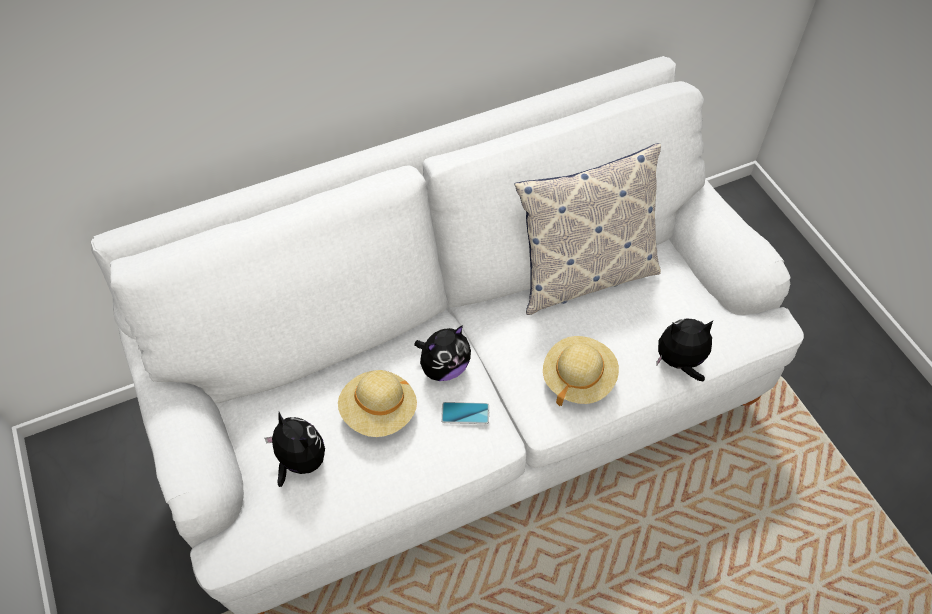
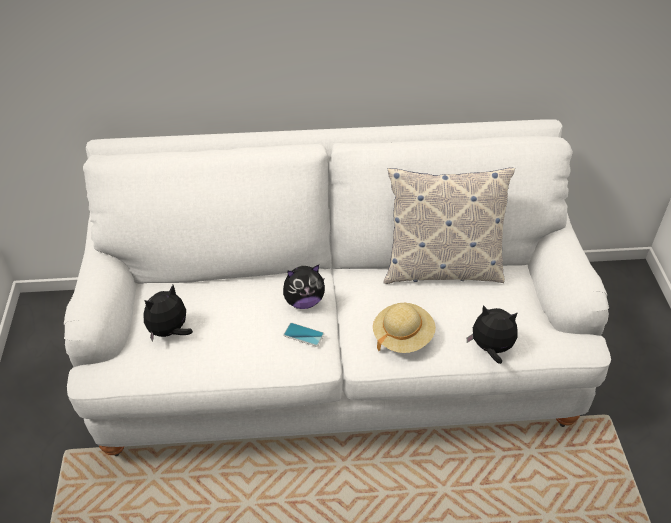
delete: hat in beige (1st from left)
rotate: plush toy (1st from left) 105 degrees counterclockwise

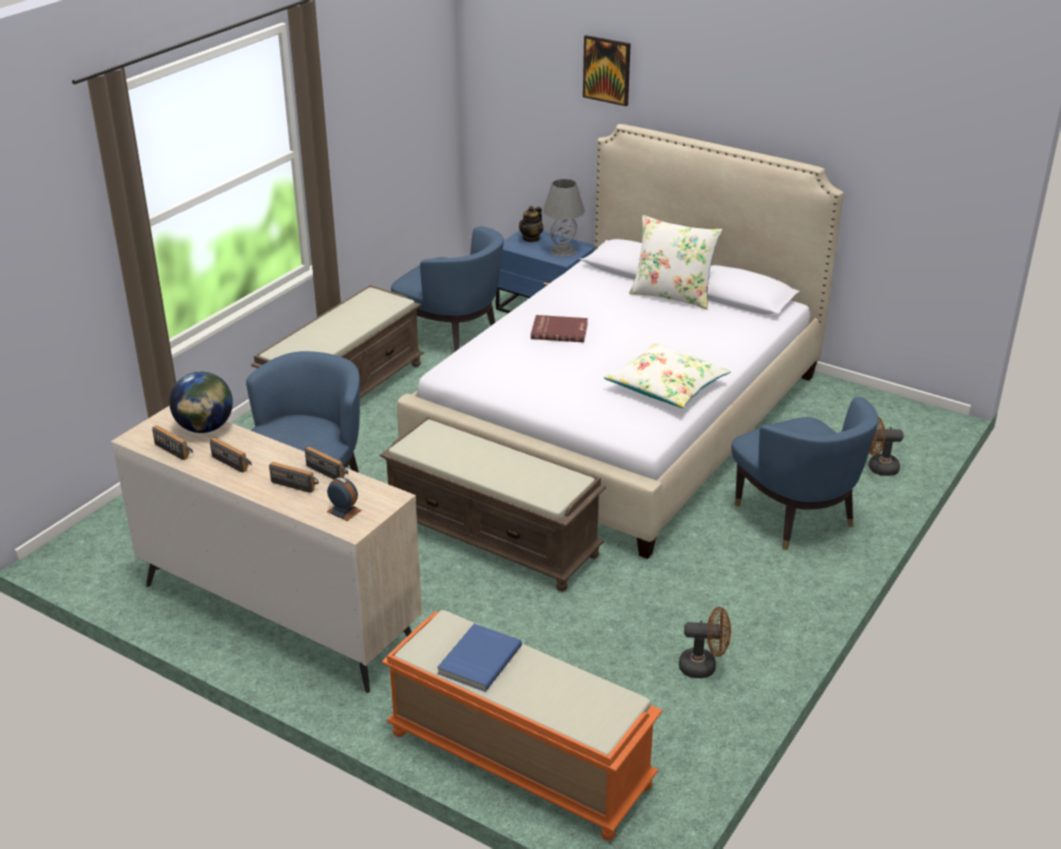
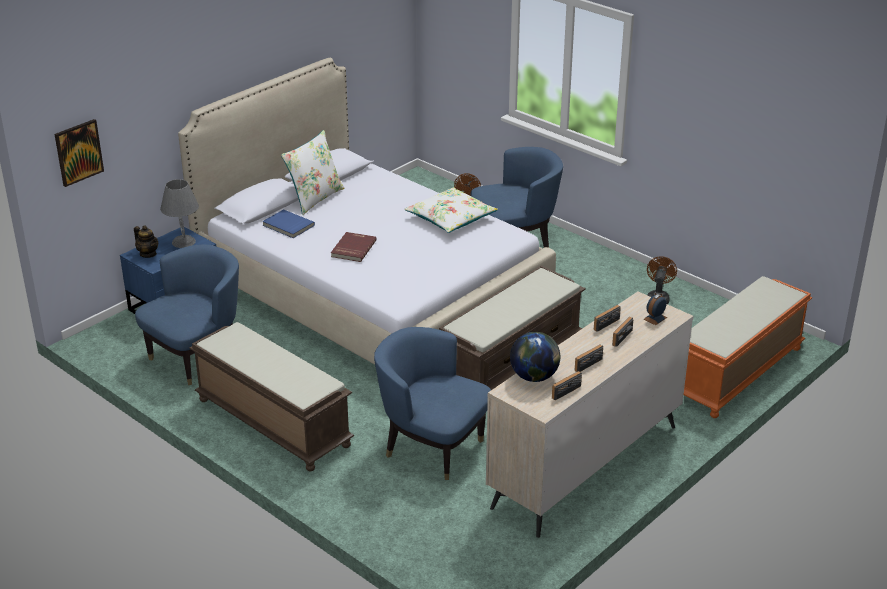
move: book in blue; picture

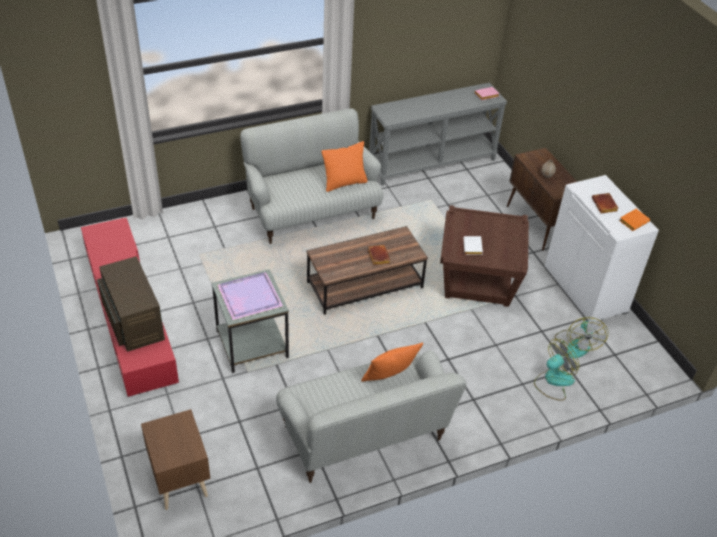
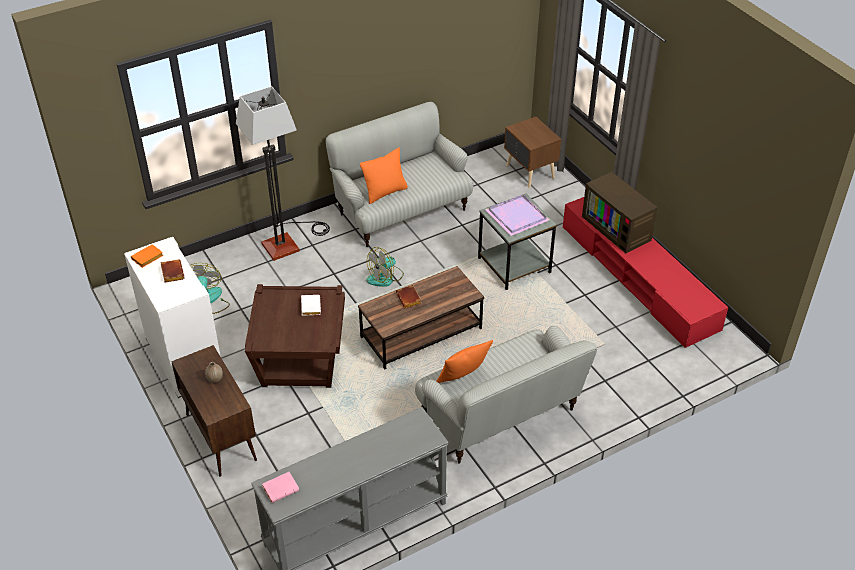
insert: floor lamp
move: fan (1st from left in the first image) to fan (2nd from left)

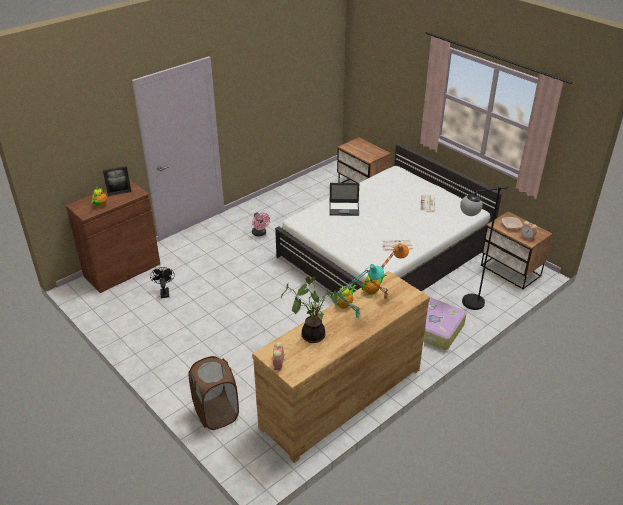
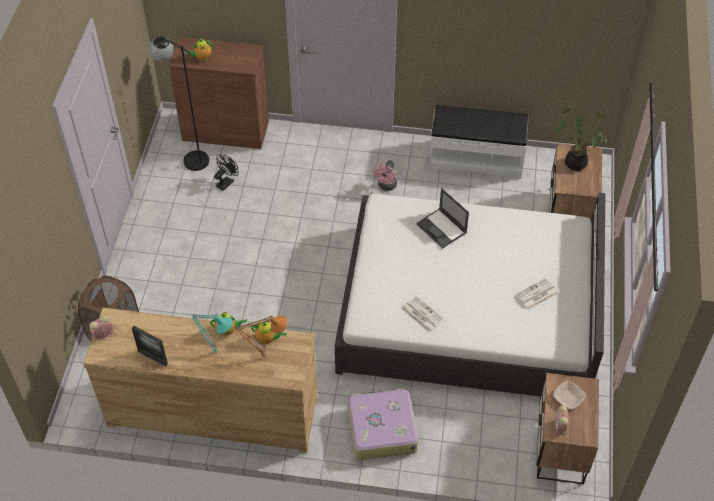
insert: bench in white
move: picture frame; potted plant; floor lamp in black

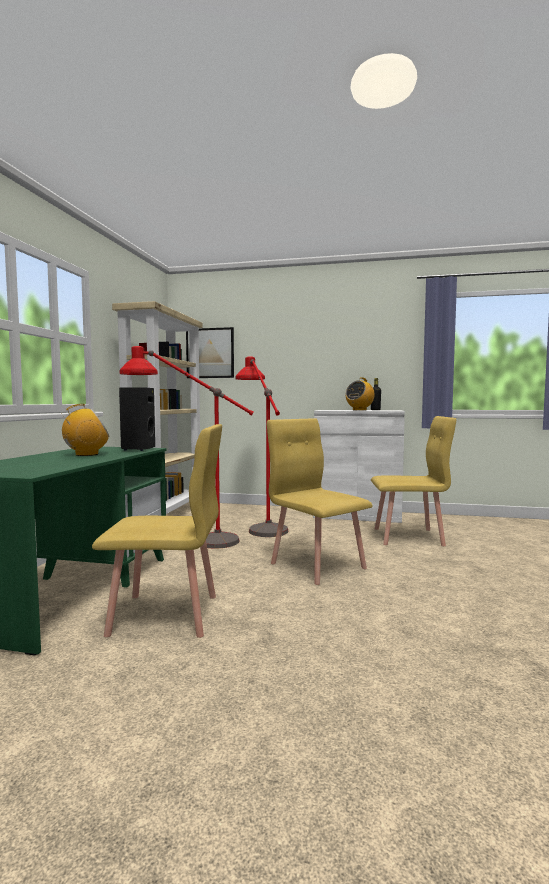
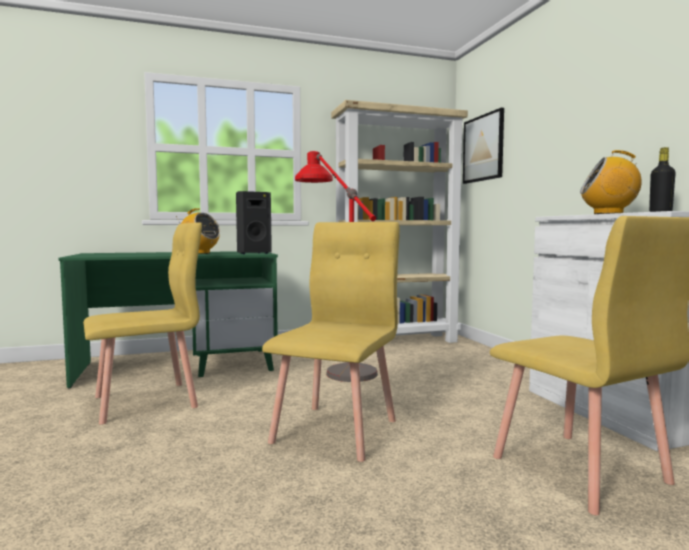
delete: floor lamp in red (2nd from left)
rotate: chair in yellow (1st from left) 90 degrees counterclockwise

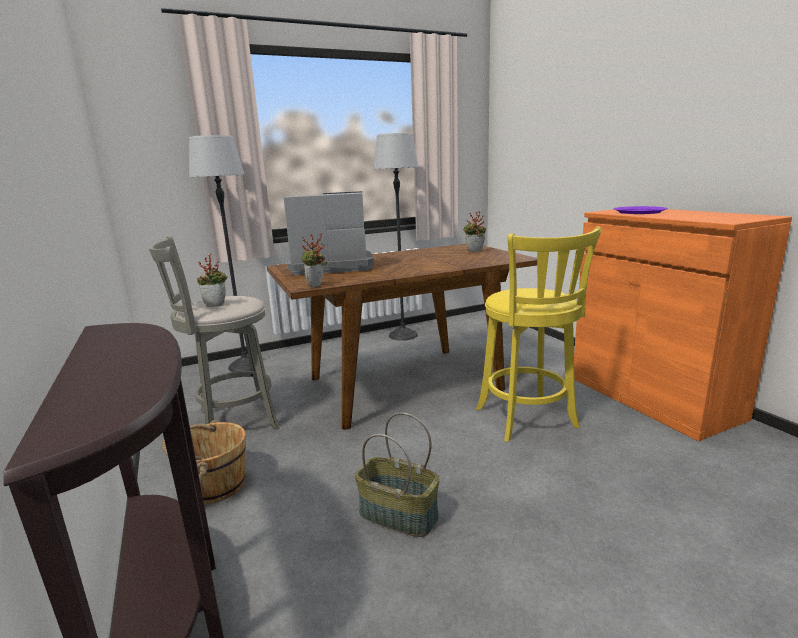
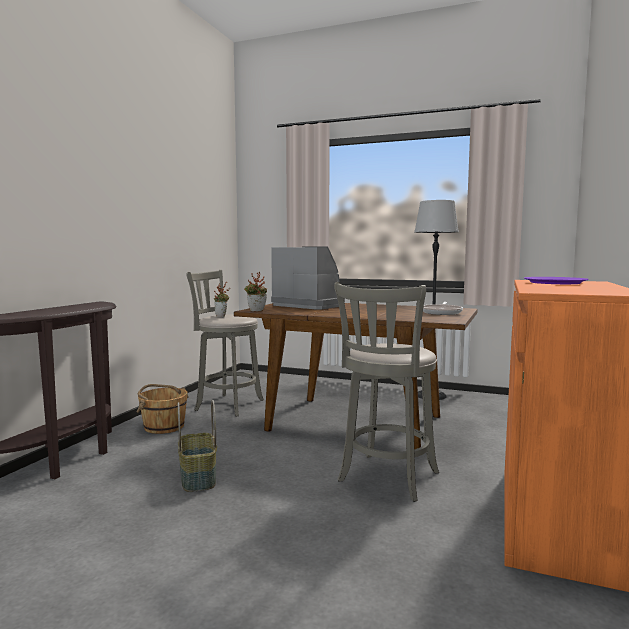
delete: floor lamp (1st from left)
replace: potted plant (3rd from left) to frying pan
recolor: stool in yellow to stool in grey (2nd from left)

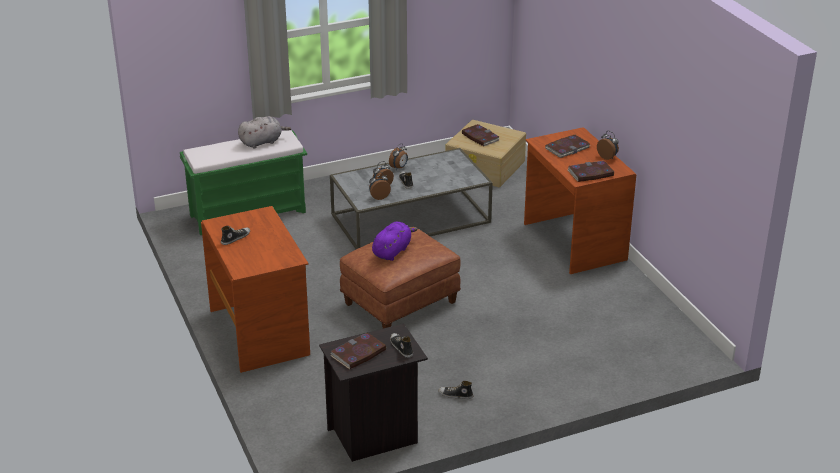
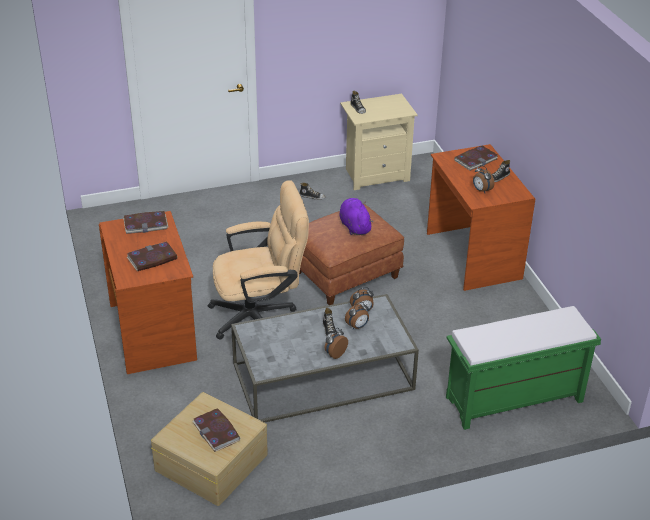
delete: plush toy in grey
insert: office chair in beige
move: book (1st from left in the first image) to book (4th from left); alarm clock (4th from left)
recolor: nightstand in black to nightstand in beige
rotate: plush toy in purple 120 degrees clockwise

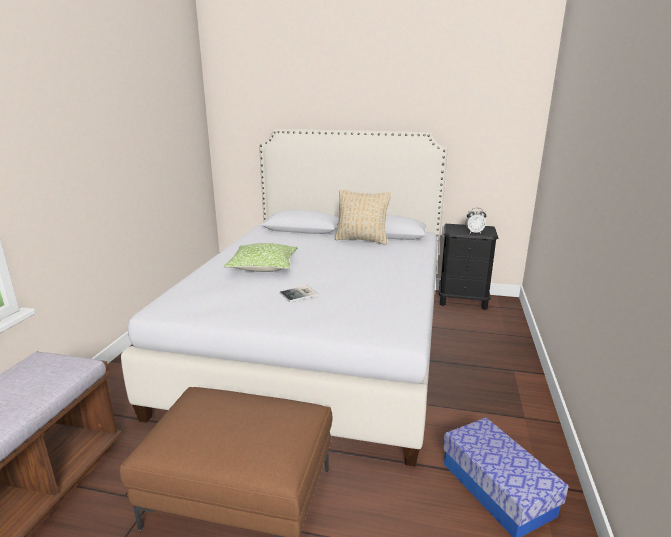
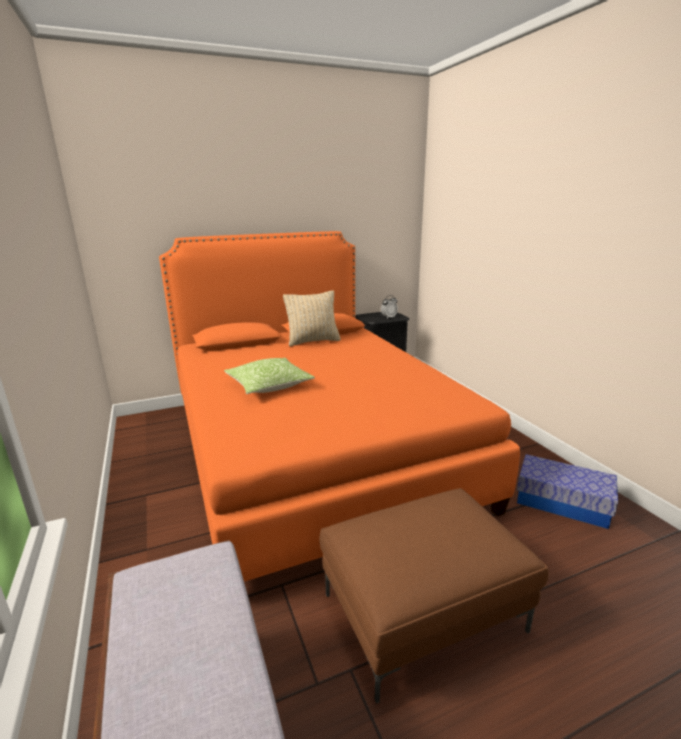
delete: book
recolor: bed in white to bed in orange

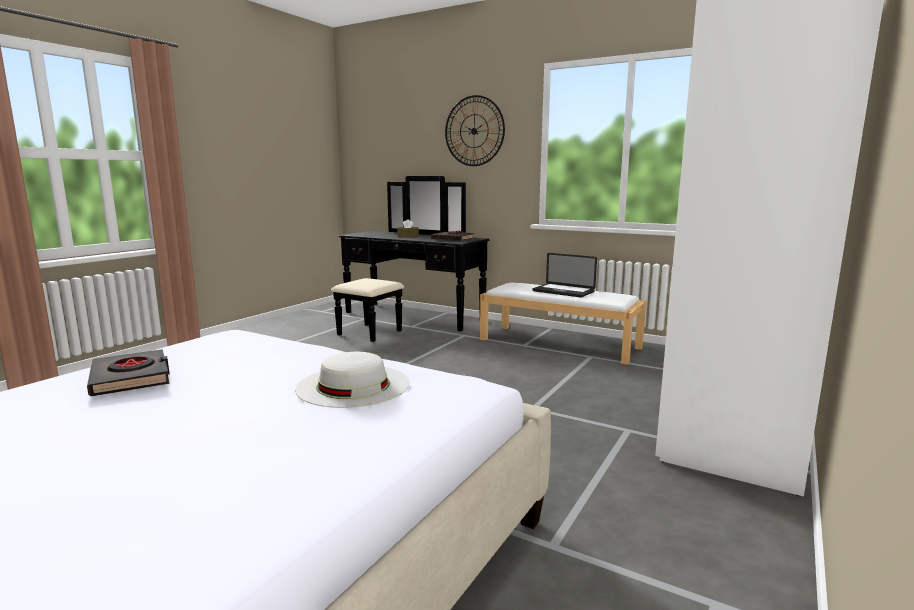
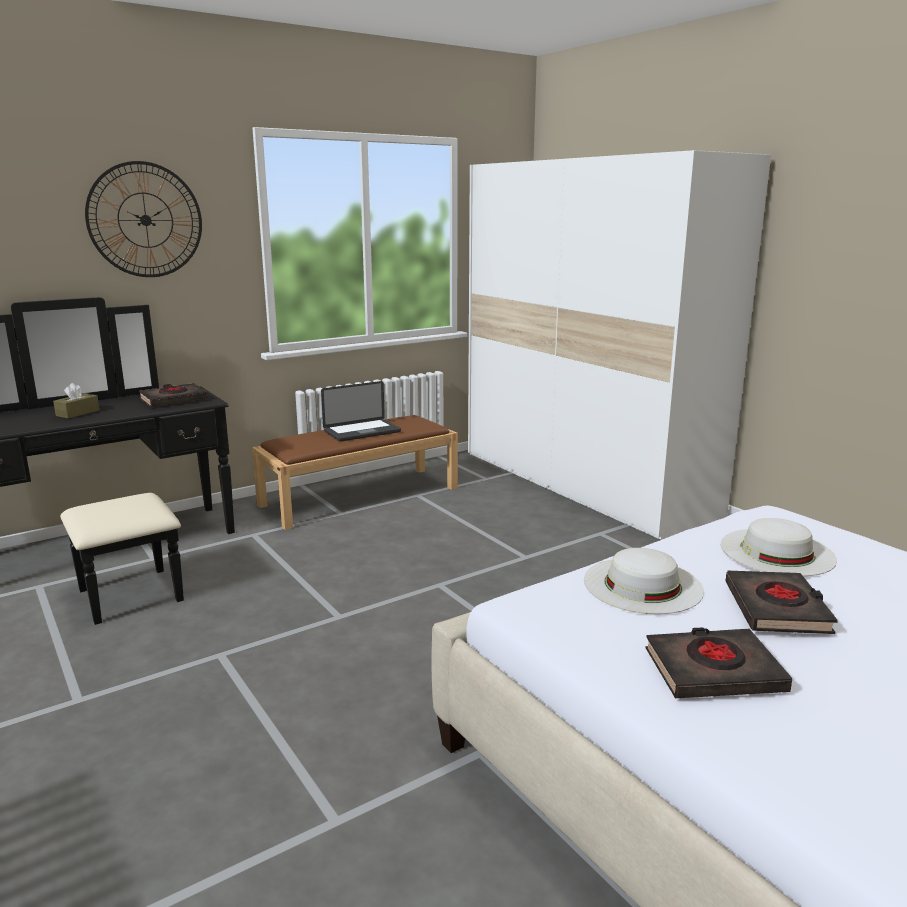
insert: hat in white (1st from left); book in black (3rd from left)
recolor: bench in white to bench in brown

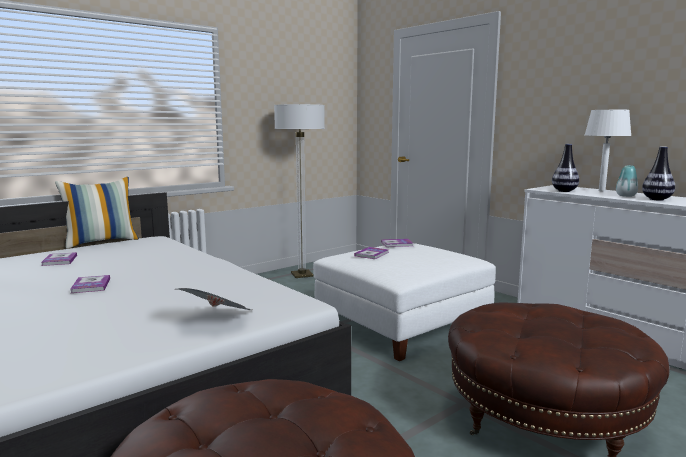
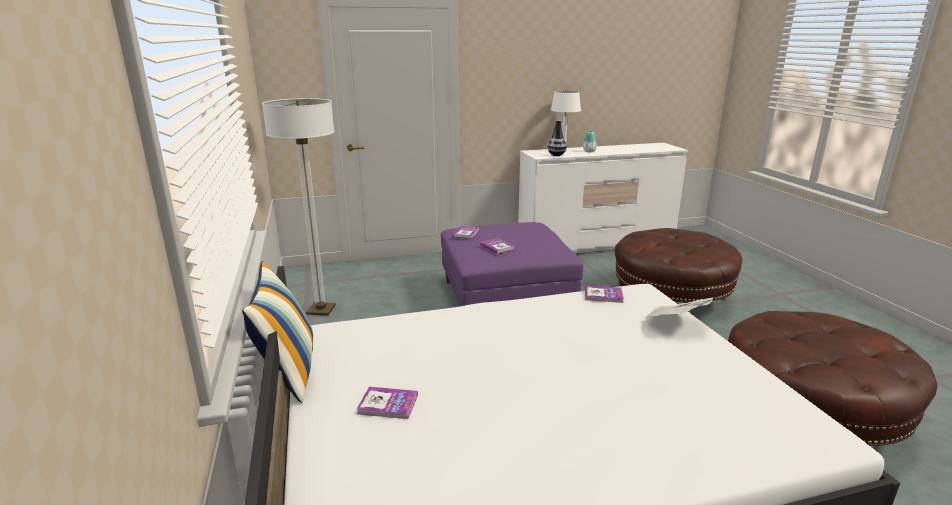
delete: vase (3rd from left)
move: book (2nd from left in the first image) to book (4th from left)
recolor: ottoman in white to ottoman in purple

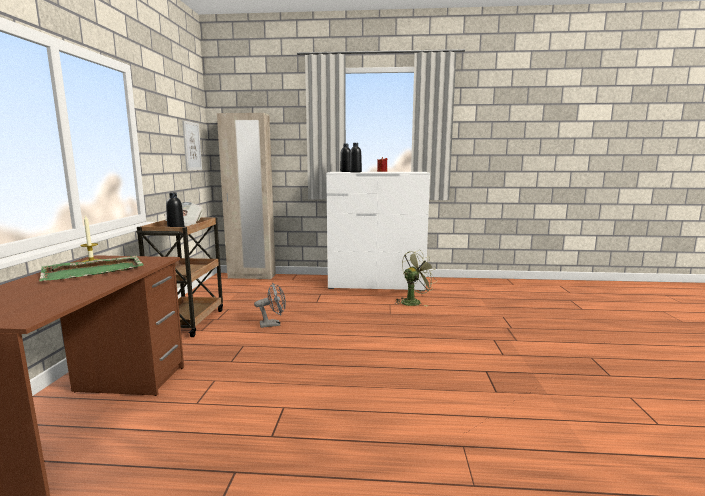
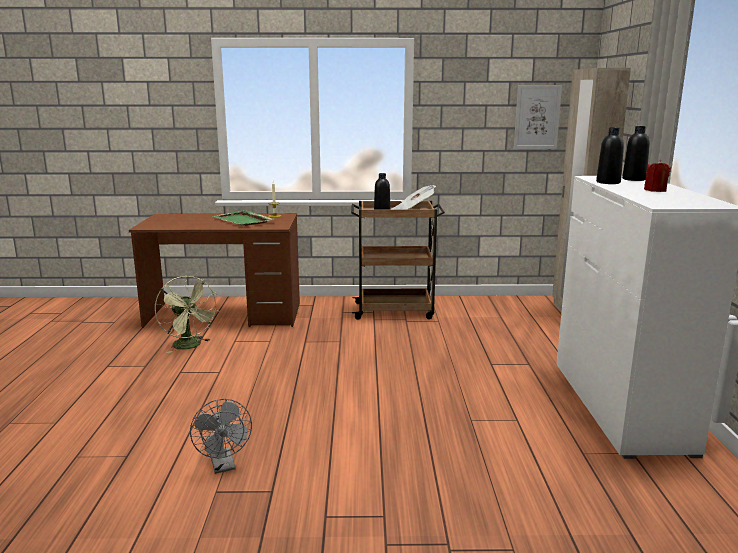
move: fan in grey; fan in green

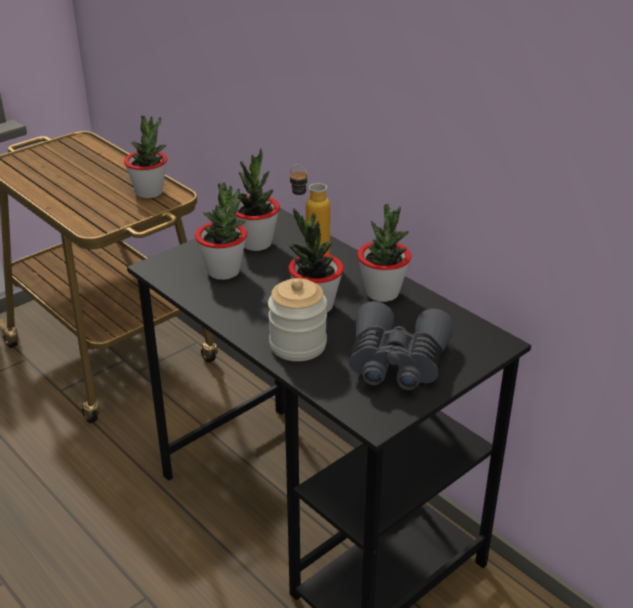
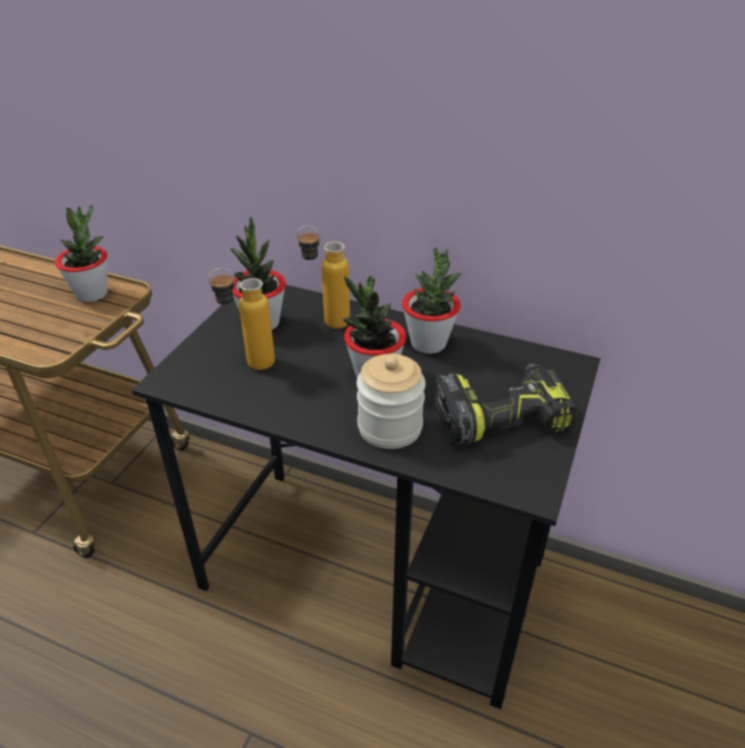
replace: potted plant (2nd from left) to bottle (1st from left); binoculars in grey to power drill

